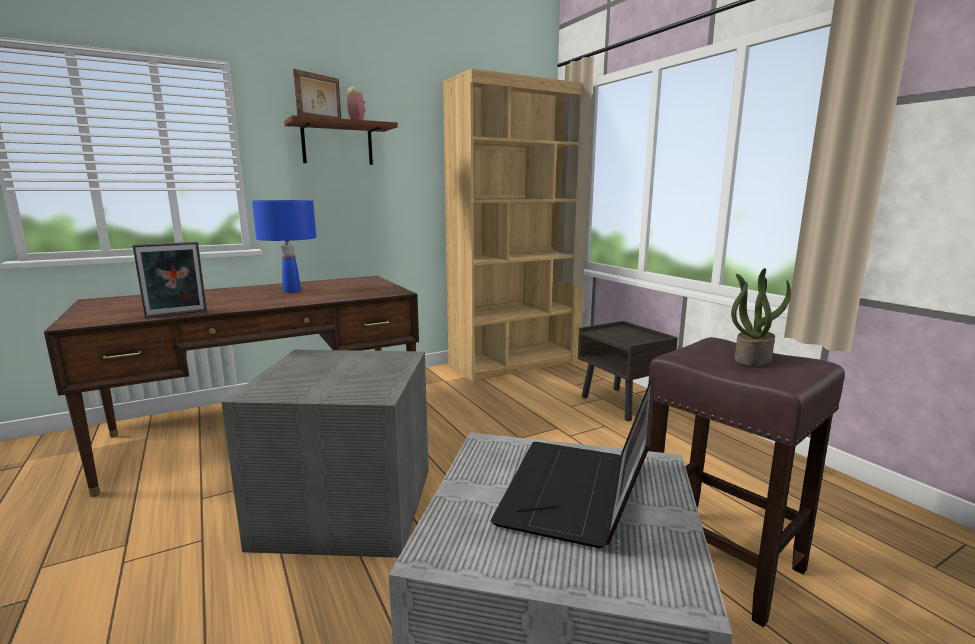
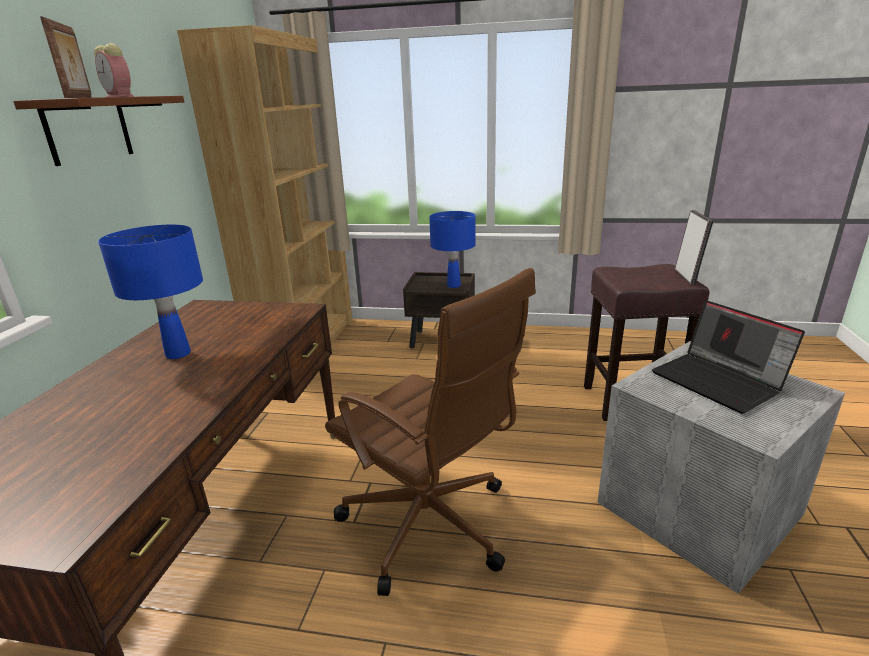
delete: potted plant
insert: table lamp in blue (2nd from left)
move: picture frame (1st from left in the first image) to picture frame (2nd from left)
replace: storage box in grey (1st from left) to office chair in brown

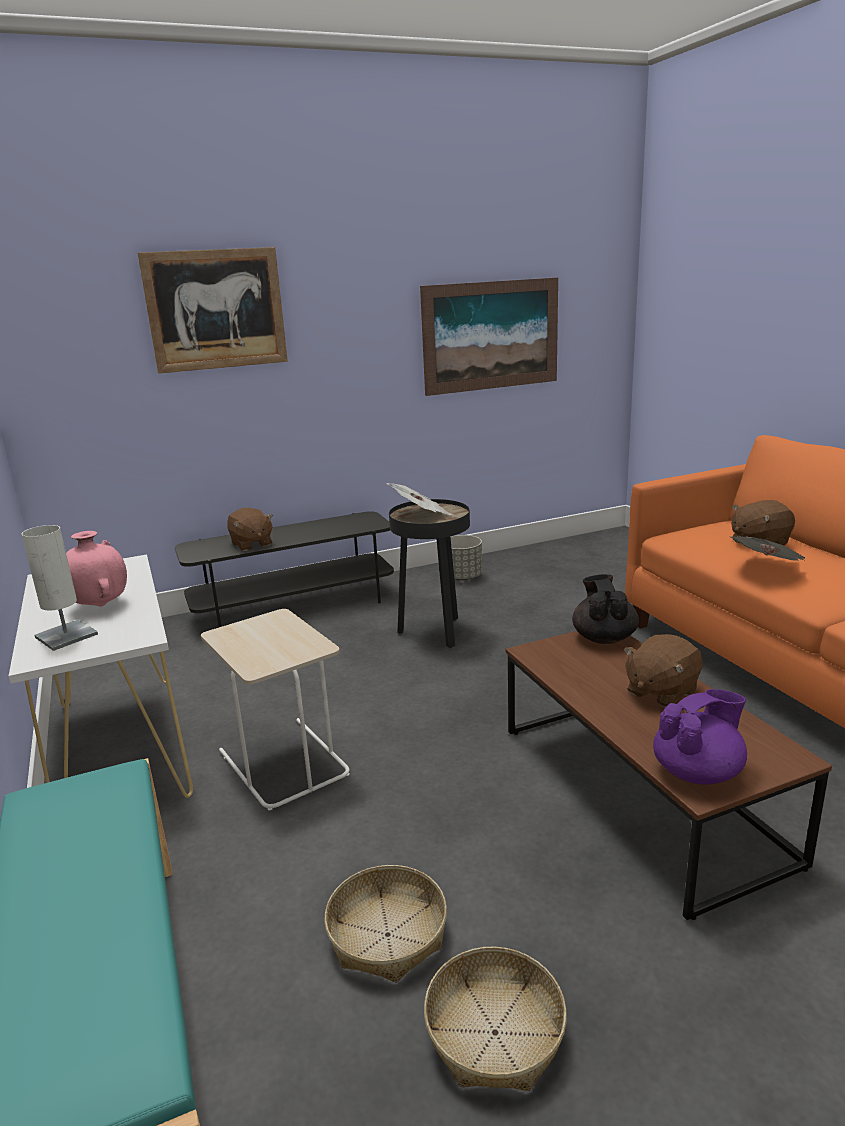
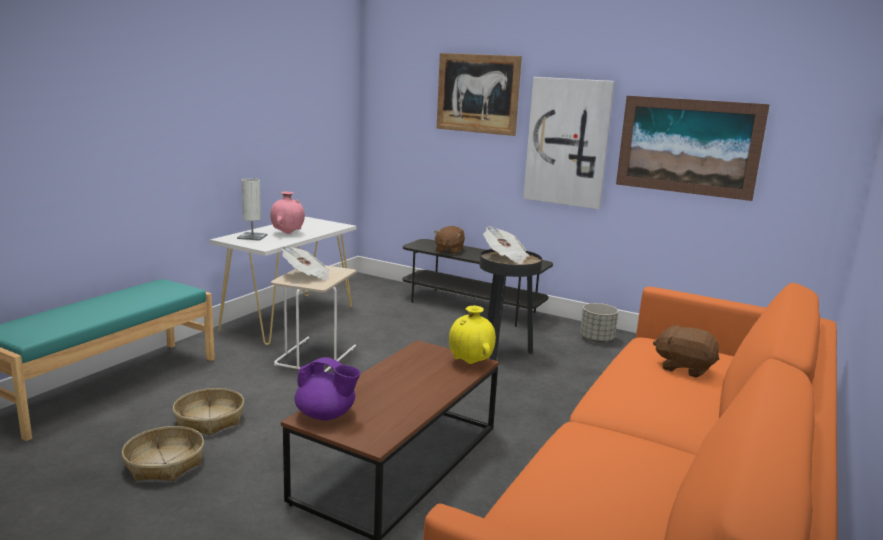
delete: plush toy in brown (2nd from left)
insert: picture (2nd from left)
move: newspaper (2nd from left in the first image) to newspaper (1st from left)
replace: teapot in black to vase in yellow

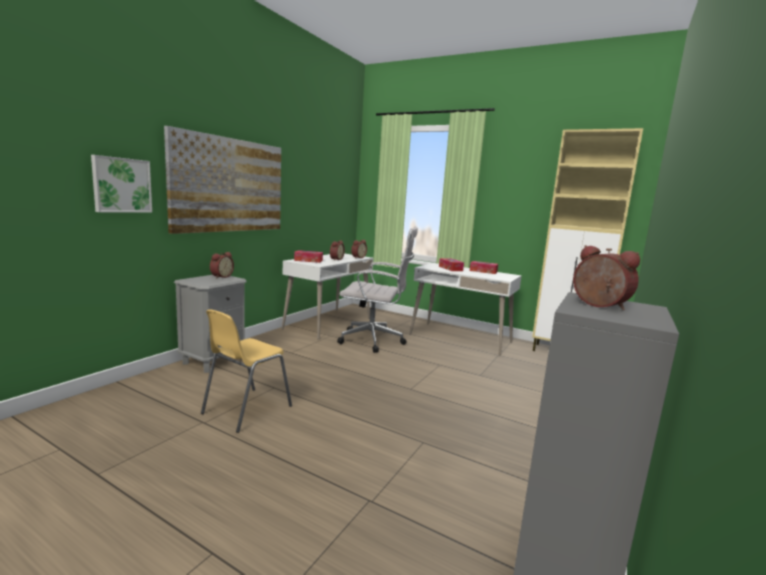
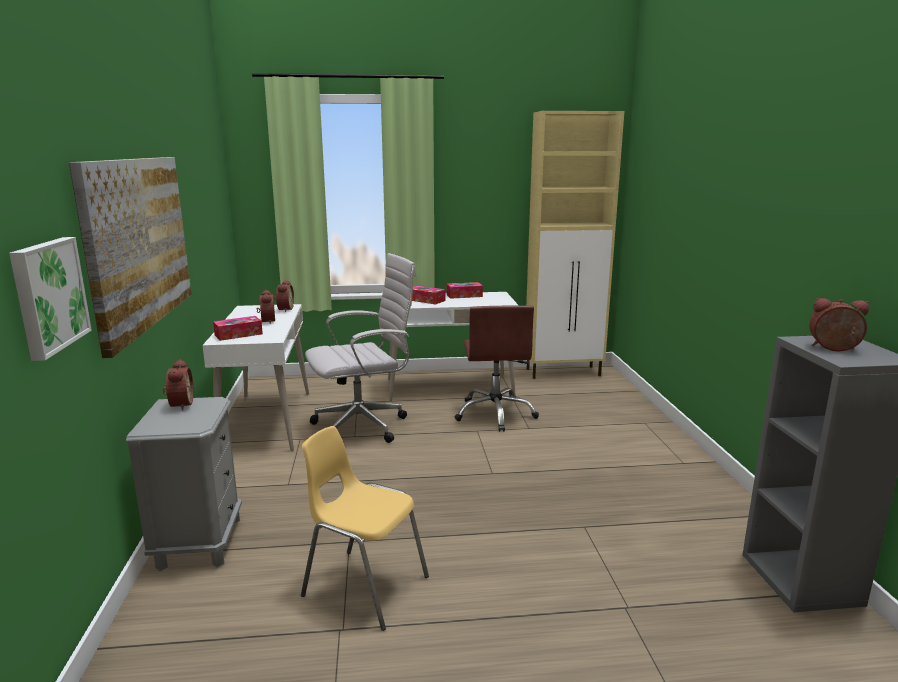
insert: office chair in brown
rotate: chair in yellow 120 degrees clockwise

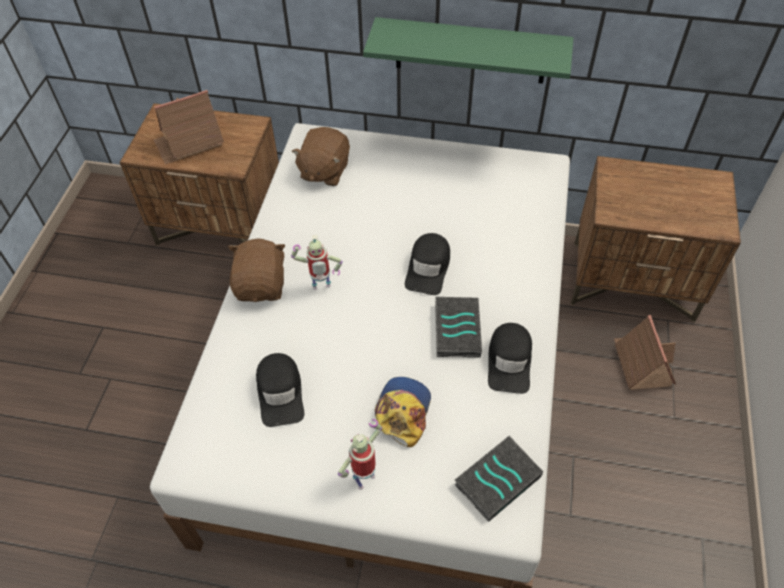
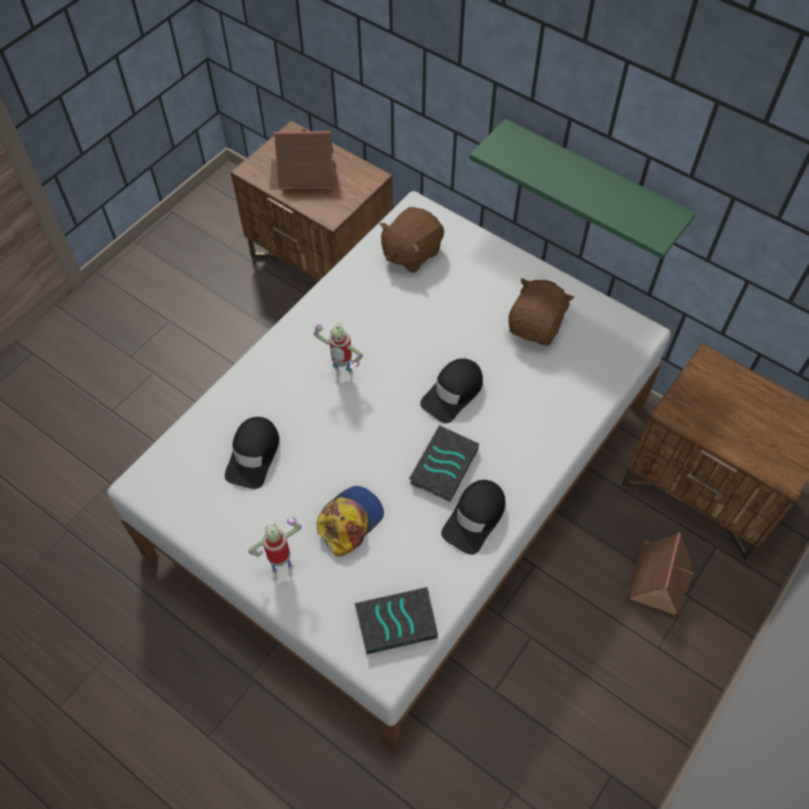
move: plush toy in brown (1st from left in the first image) to plush toy in brown (2nd from left)

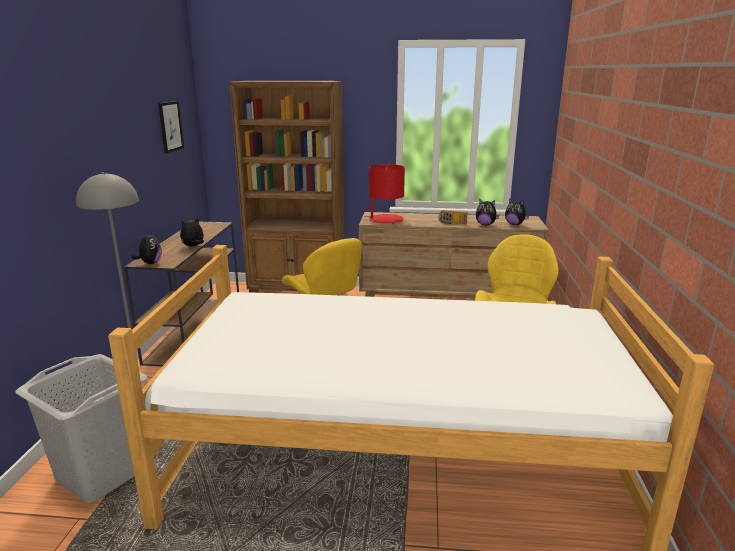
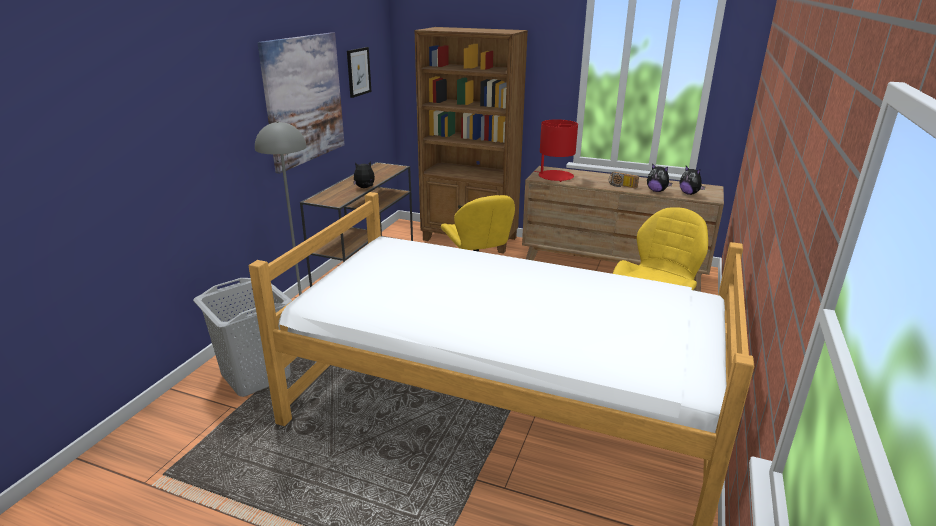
delete: plush toy (1st from left)
insert: picture (1st from left)

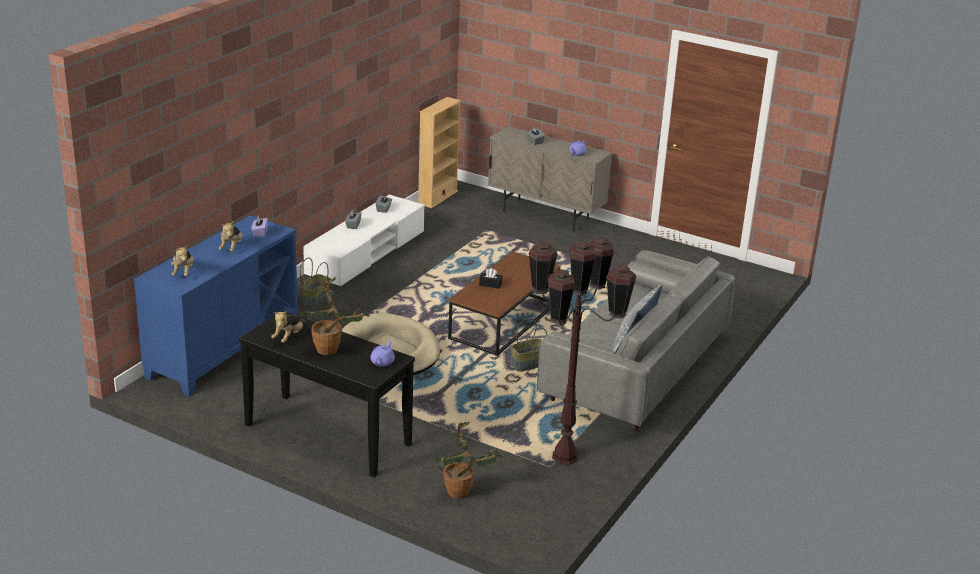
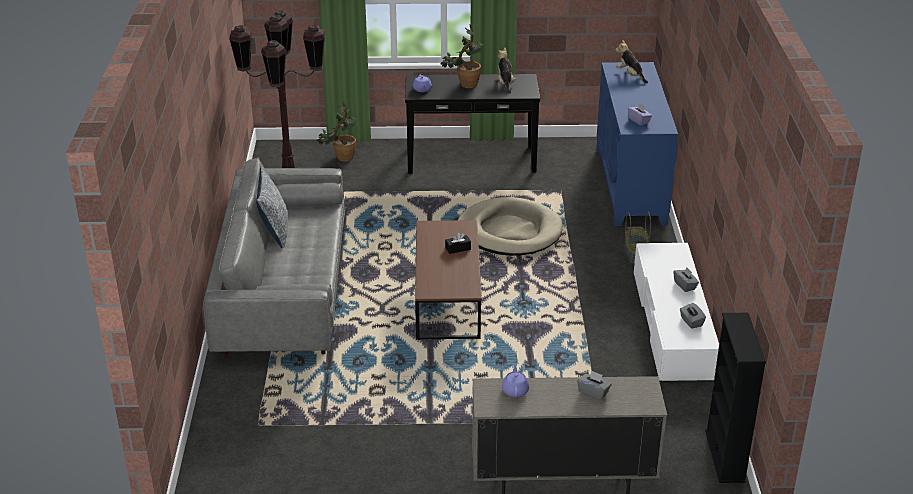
delete: plush toy (2nd from left); basket (2nd from left)
recolor: bookcase in beige to bookcase in black

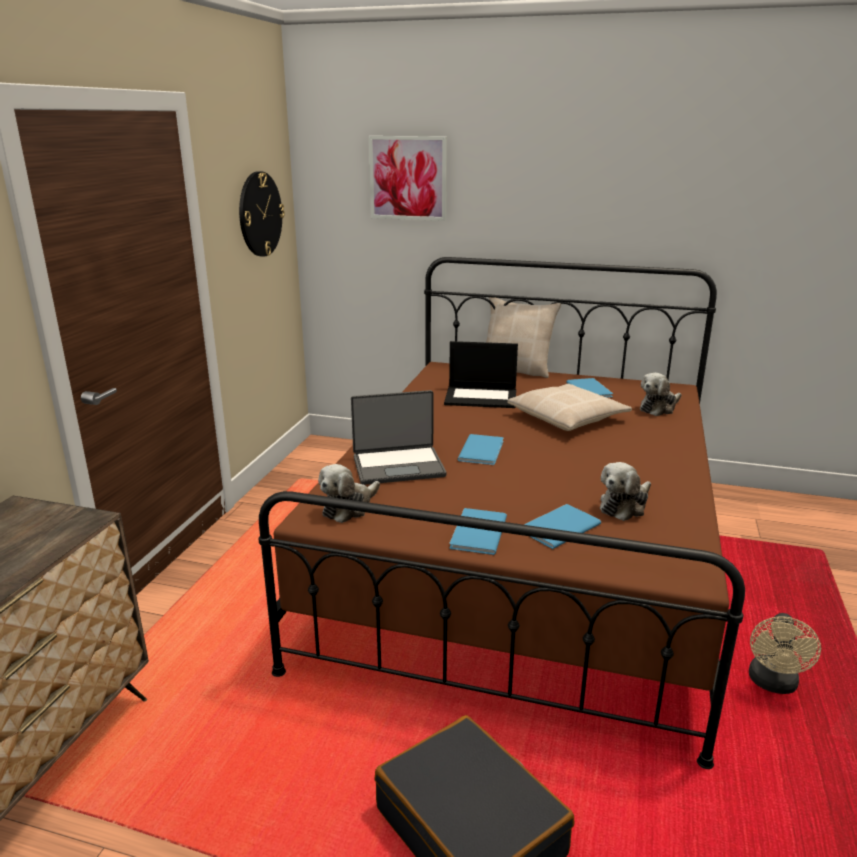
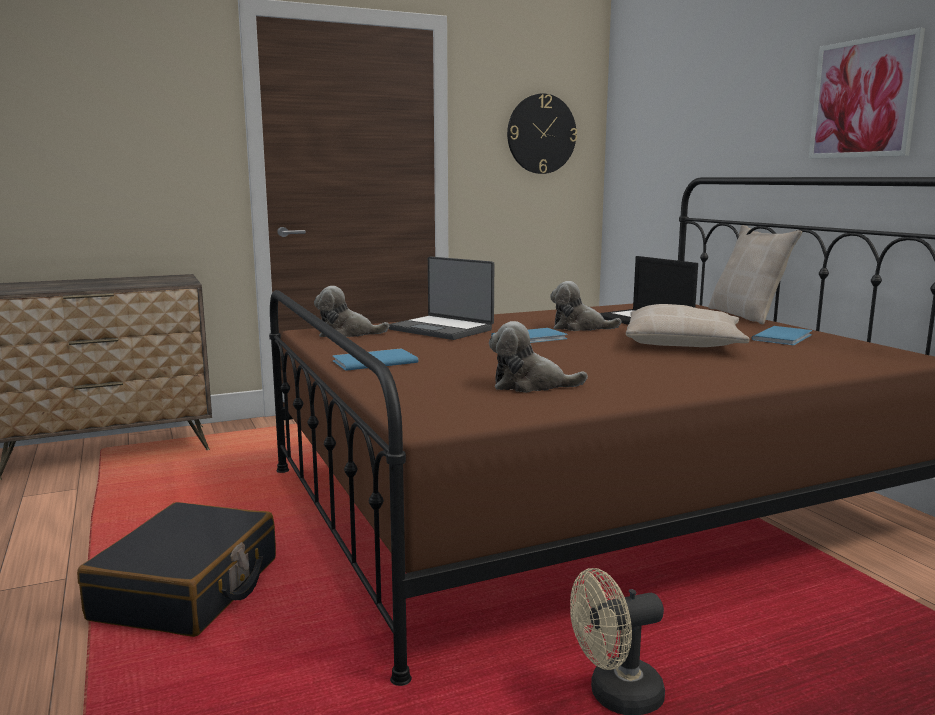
delete: book in blue (3rd from left)
move: picture; plush toy (3rd from left)

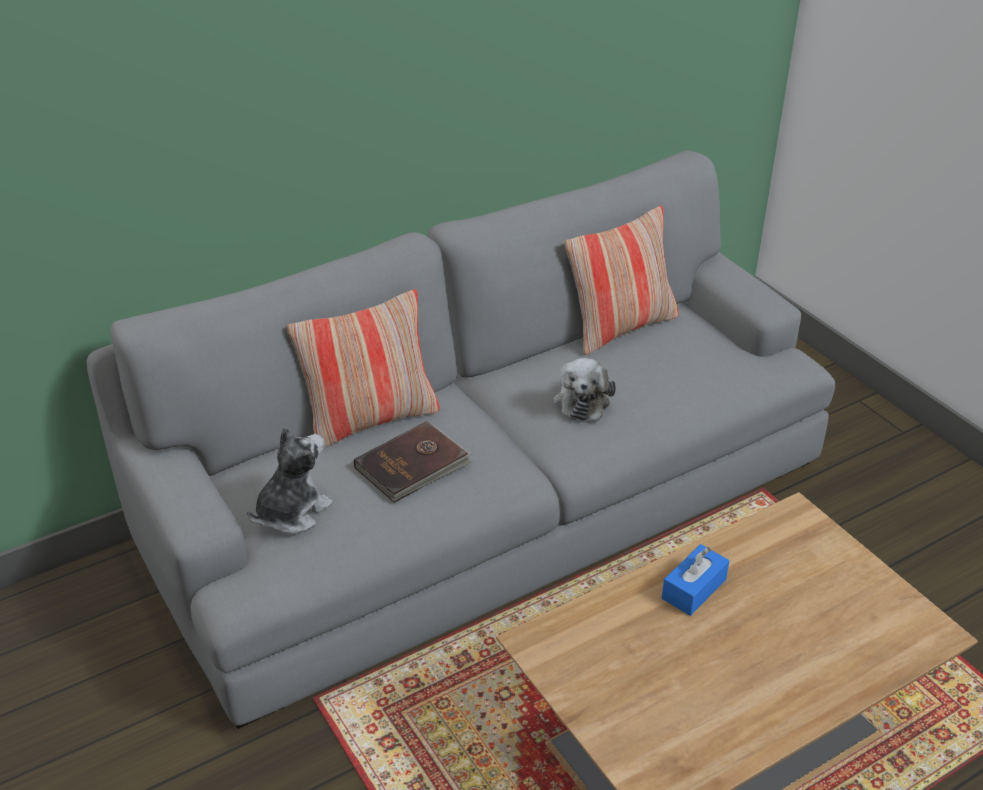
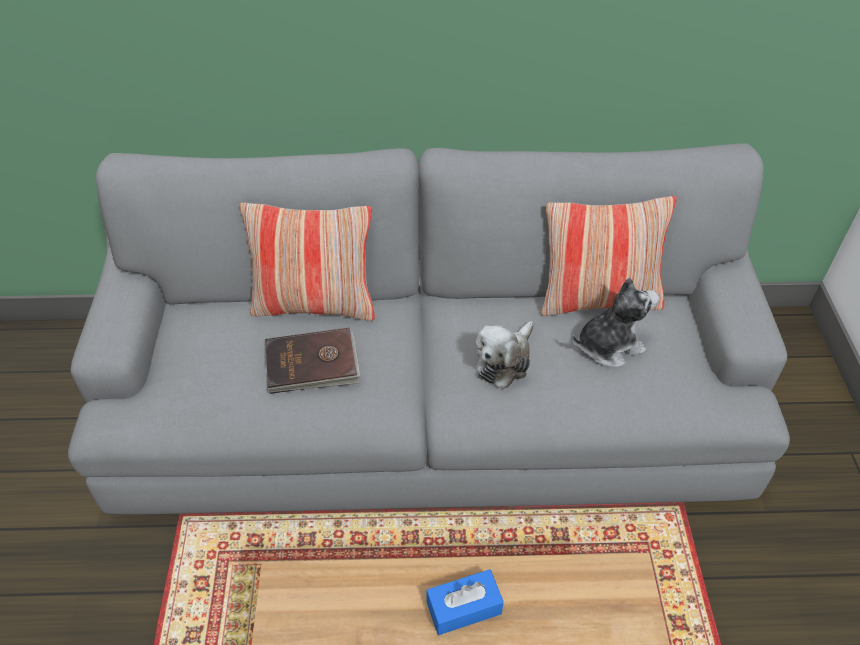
move: plush toy (1st from left in the first image) to plush toy (2nd from left)

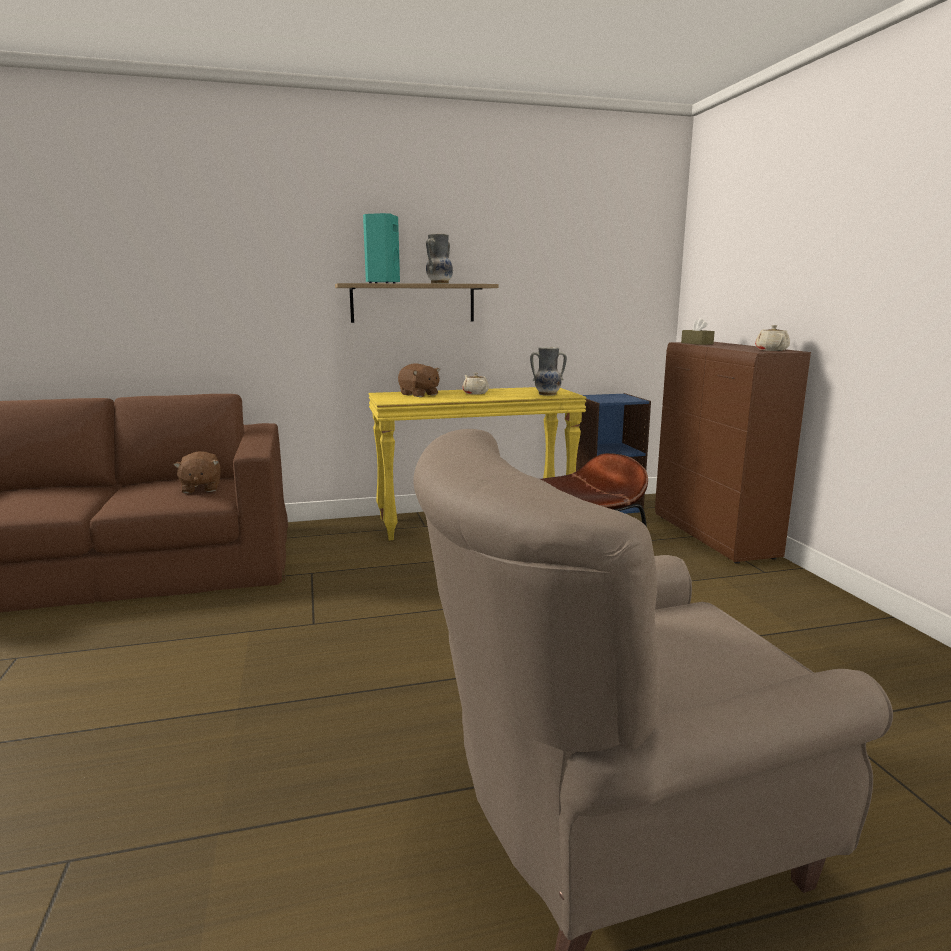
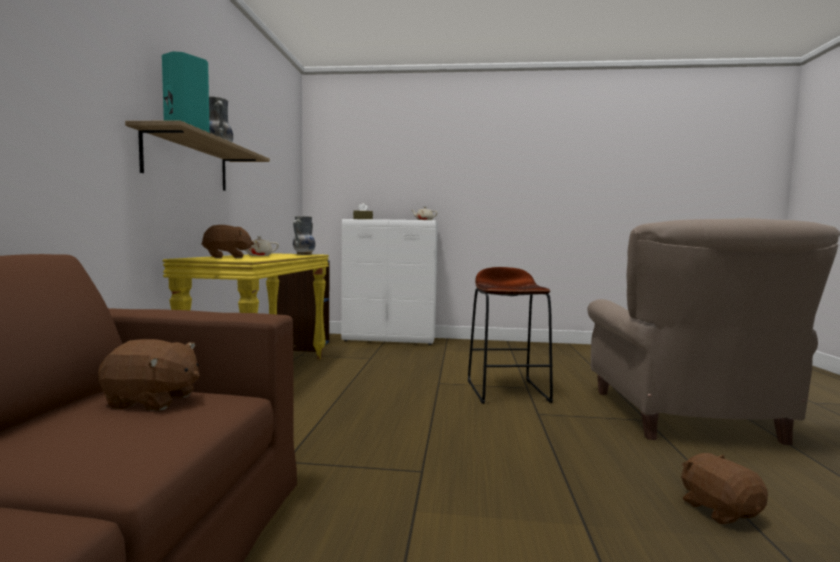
insert: plush toy in brown (3rd from left)
recolor: cabinet in brown to cabinet in white

